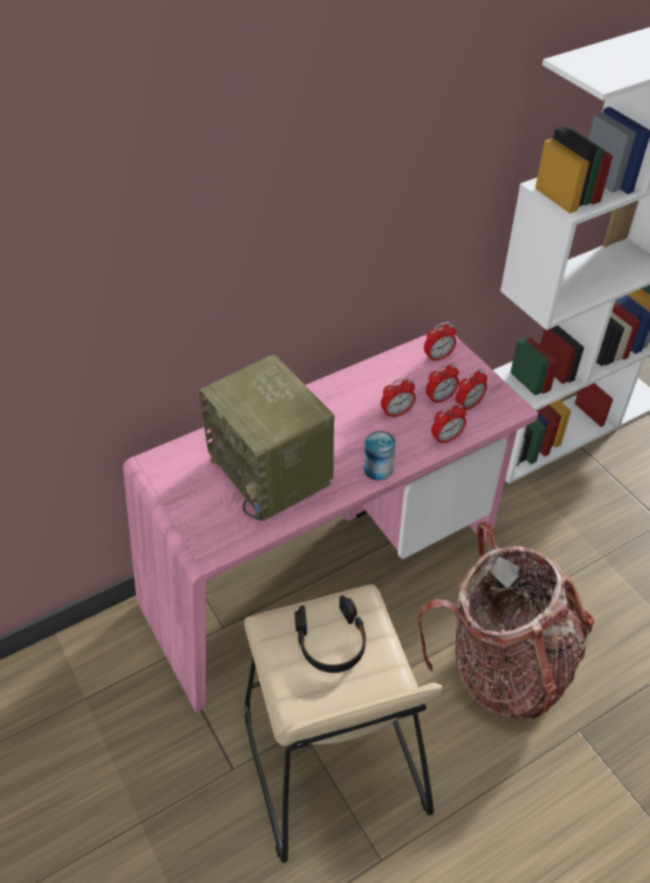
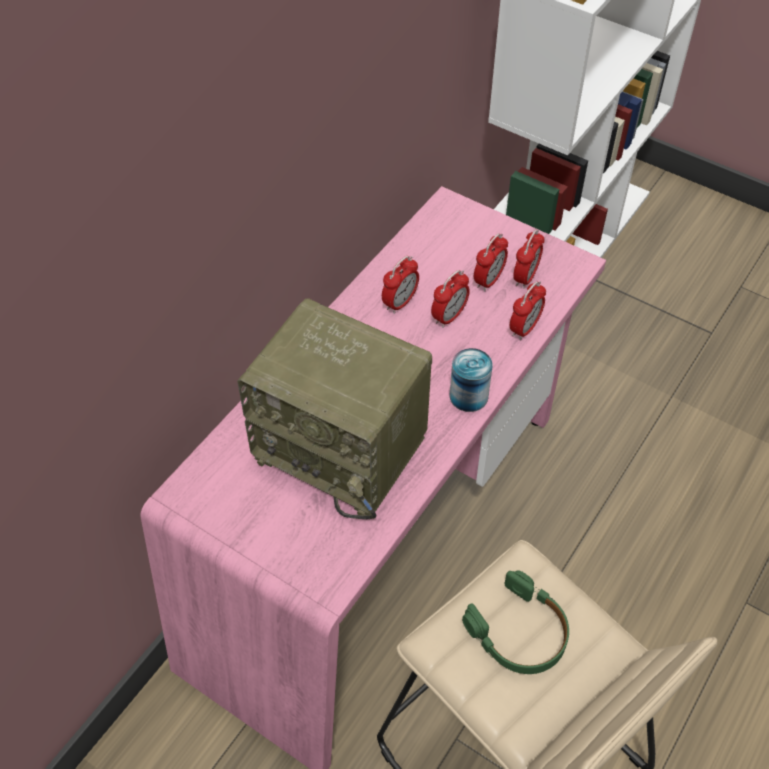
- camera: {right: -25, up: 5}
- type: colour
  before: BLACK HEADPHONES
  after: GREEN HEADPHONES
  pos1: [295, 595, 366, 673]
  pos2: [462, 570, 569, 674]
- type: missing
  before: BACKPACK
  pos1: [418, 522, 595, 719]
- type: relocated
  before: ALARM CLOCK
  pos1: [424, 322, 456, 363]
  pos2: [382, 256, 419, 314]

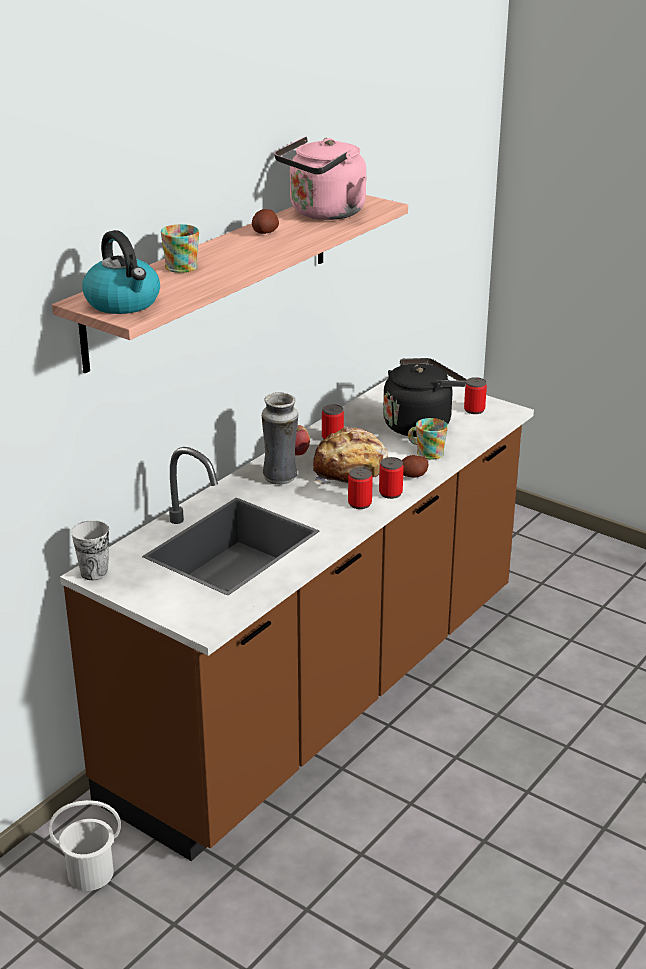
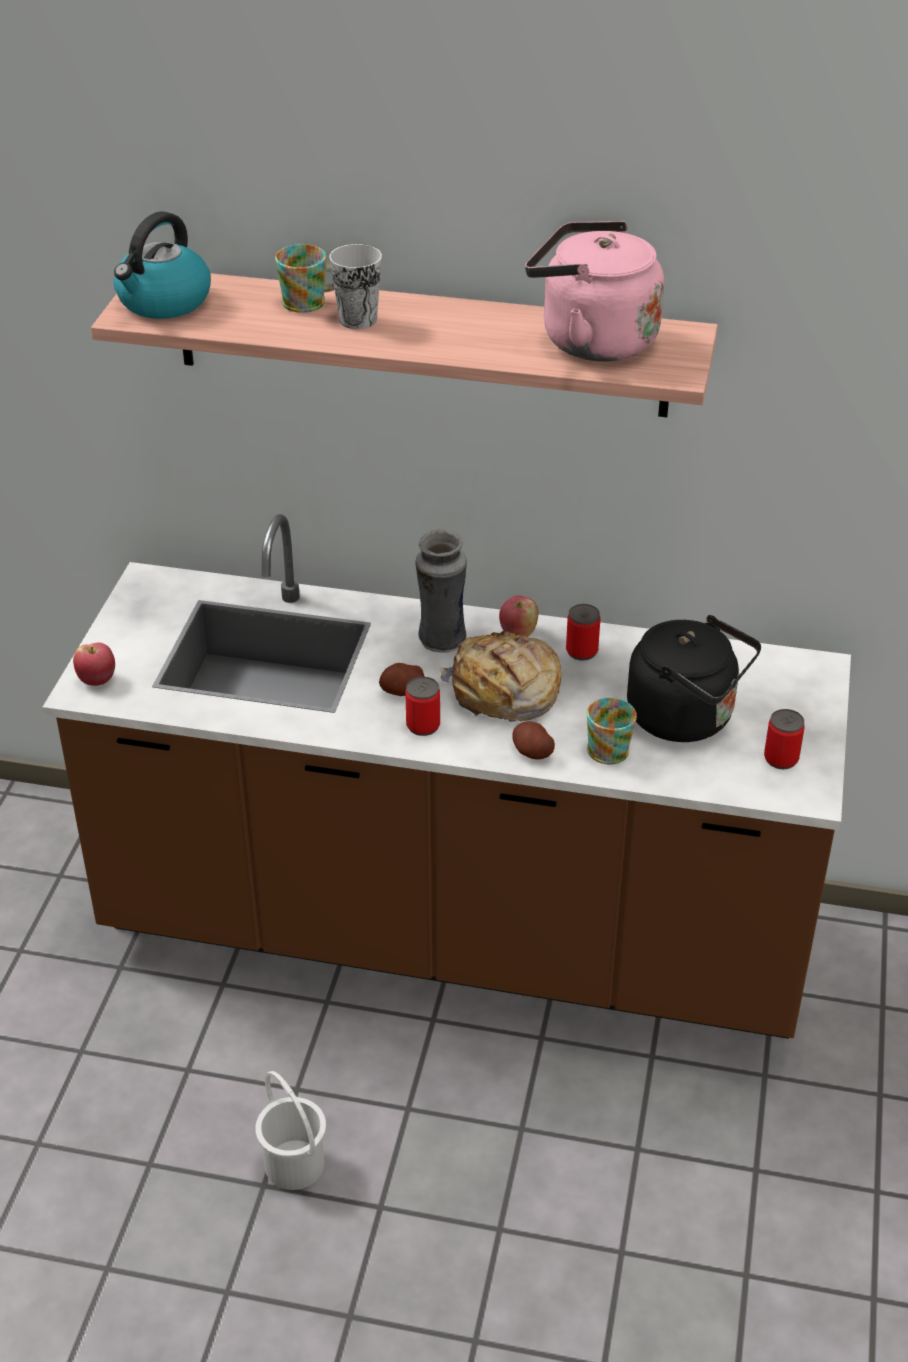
- camera: {right: 65, up: 10}
- type: relocated
  before: WHITE BUCKET
  pos1: [49, 800, 121, 891]
  pos2: [255, 1071, 326, 1190]
- type: relocated
  before: CUP
  pos1: [71, 520, 109, 580]
  pos2: [329, 244, 382, 329]
- type: relocated
  before: POTATO
  pos1: [252, 209, 279, 234]
  pos2: [379, 663, 425, 696]
- type: missing
  before: CAN
  pos1: [379, 457, 404, 499]
- type: appeared
  after: APPLE
  pos2: [73, 643, 115, 686]

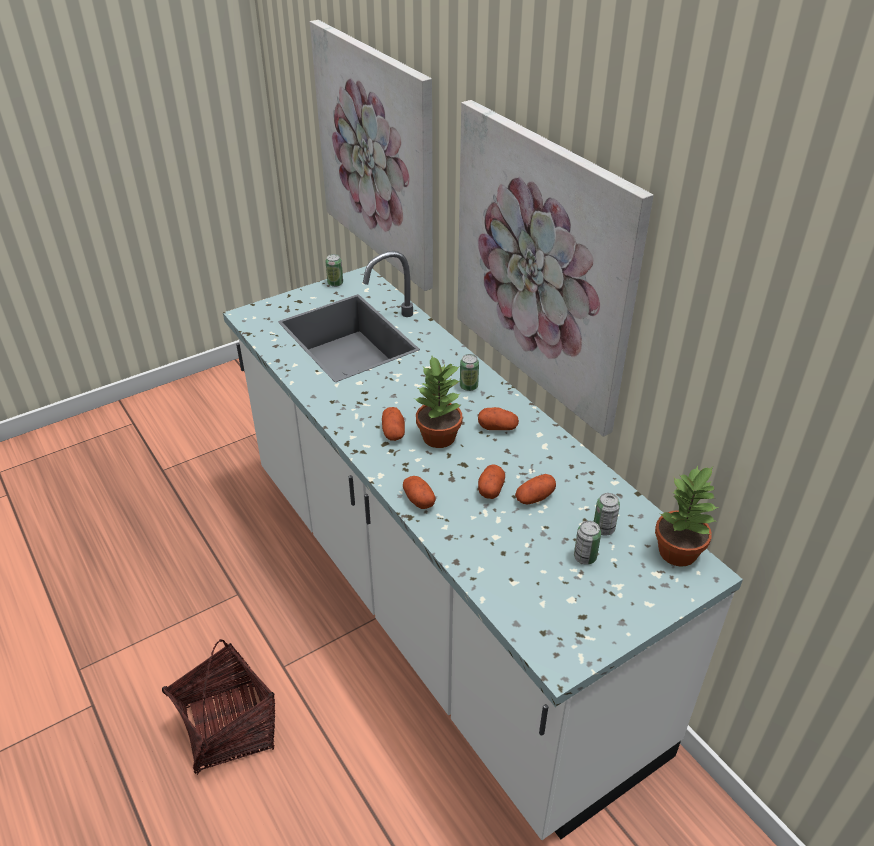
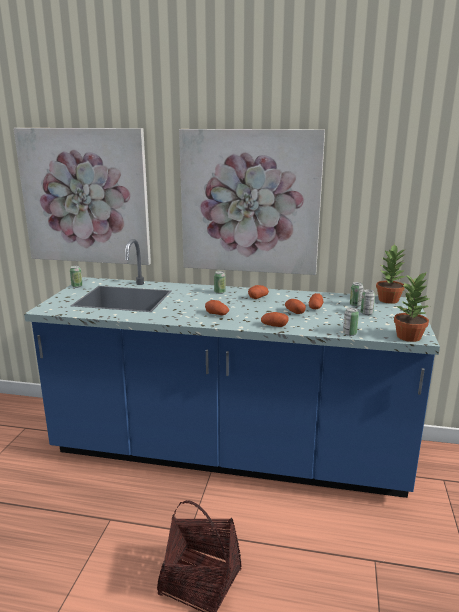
- camera: {right: -45, up: -20}
- type: colour
  before: WHITE COUNTER
  after: BLUE COUNTER
  pos1: [223, 251, 743, 840]
  pos2: [24, 239, 440, 498]
- type: relocated
  before: POTTED PLANT
  pos1: [413, 356, 463, 448]
  pos2: [394, 273, 429, 342]
- type: appeared
  after: CAN
  pos2: [343, 307, 359, 336]

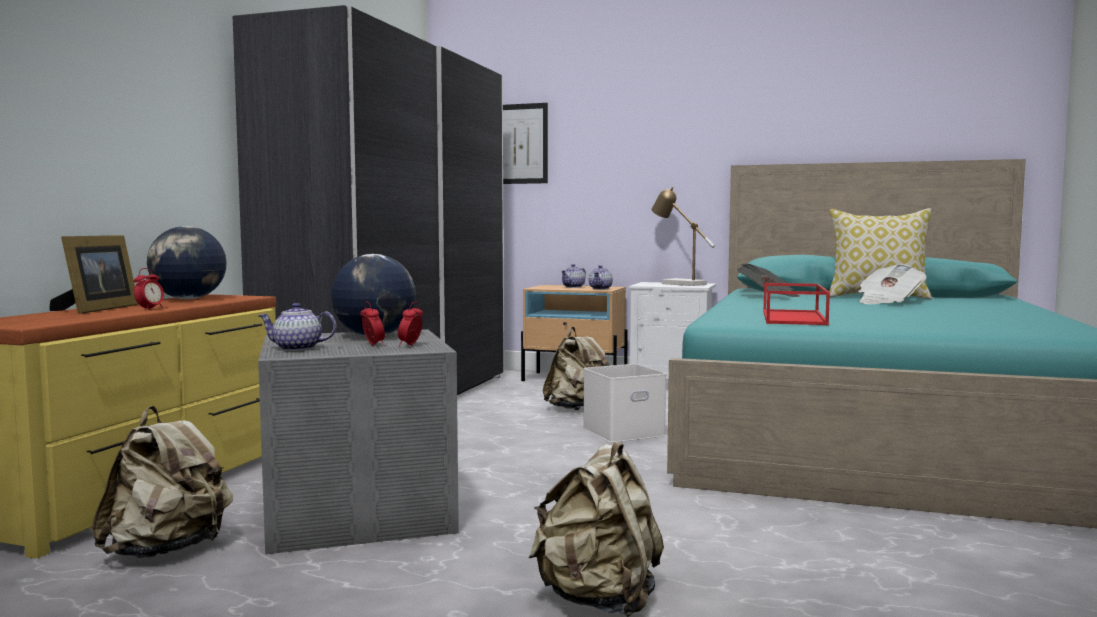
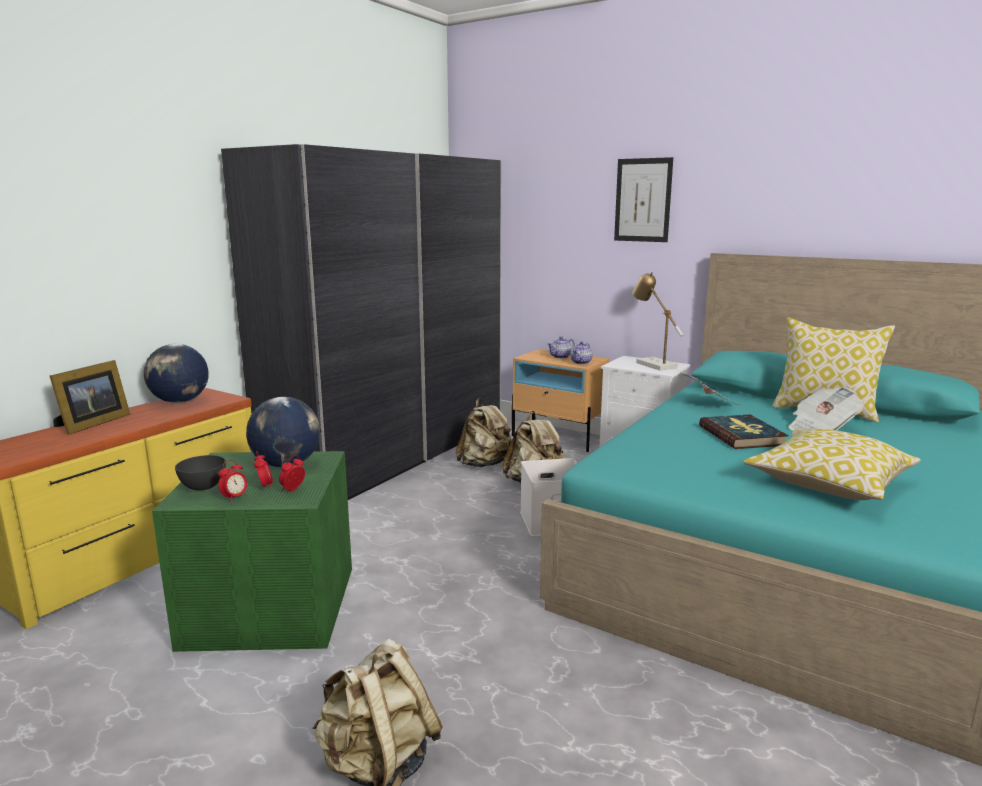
- camera: {right: 15, up: 10}
- type: relocated
  before: BEIGE BACKPACK
  pos1: [91, 406, 233, 558]
  pos2: [456, 398, 512, 468]
- type: relocated
  before: ALARM CLOCK
  pos1: [134, 268, 164, 310]
  pos2: [218, 460, 247, 502]
- type: exchanged
  before: TEAPOT
  after: GREY BOWL
  pos1: [258, 303, 336, 351]
  pos2: [175, 455, 226, 491]
- type: colour
  before: GREY STORAGE BOX
  after: GREEN STORAGE BOX
  pos1: [258, 329, 459, 554]
  pos2: [152, 451, 352, 652]
- type: relocated
  before: PICTURE
  pos1: [503, 103, 548, 184]
  pos2: [614, 157, 673, 242]
- type: missing
  before: RED TRAY
  pos1: [763, 283, 830, 325]
- type: appeared
  after: BOOK
  pos2: [699, 414, 789, 449]
- type: appeared
  after: PILLOW
  pos2: [743, 429, 921, 500]

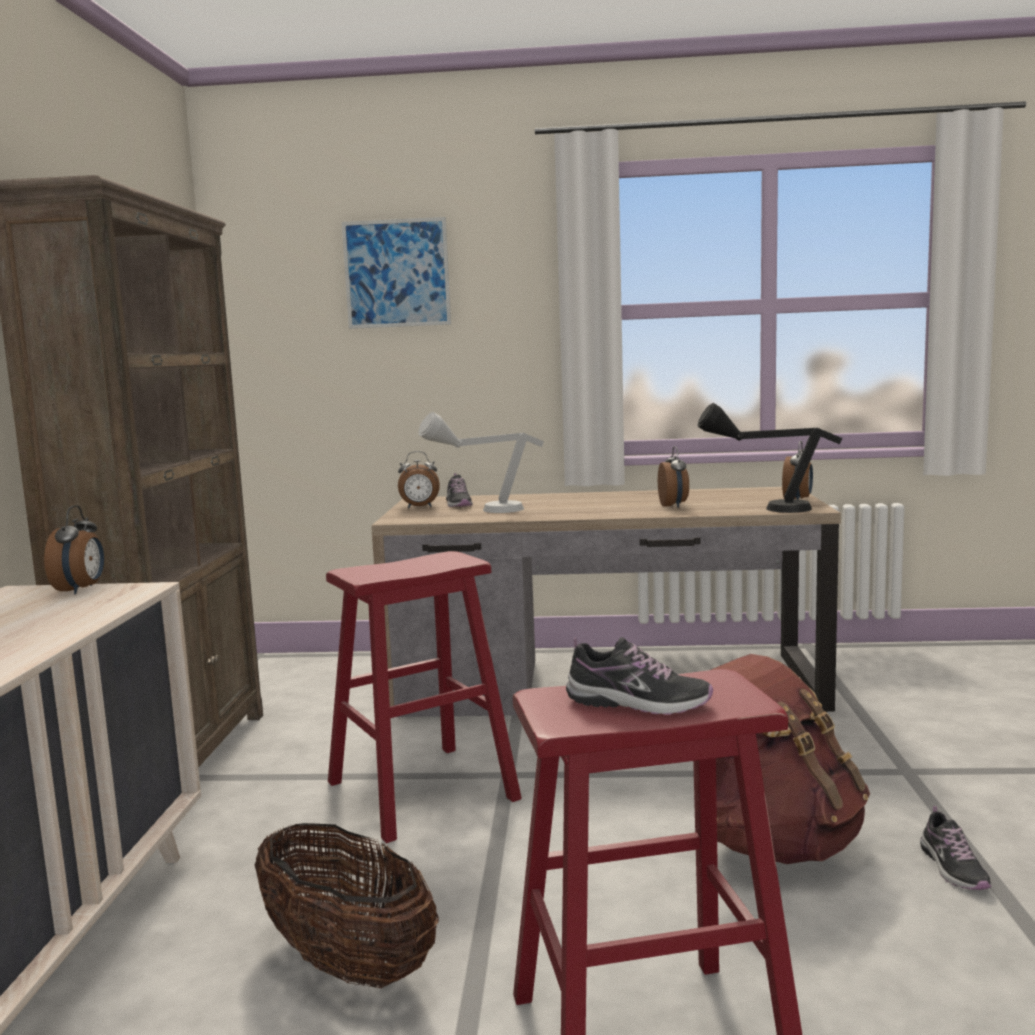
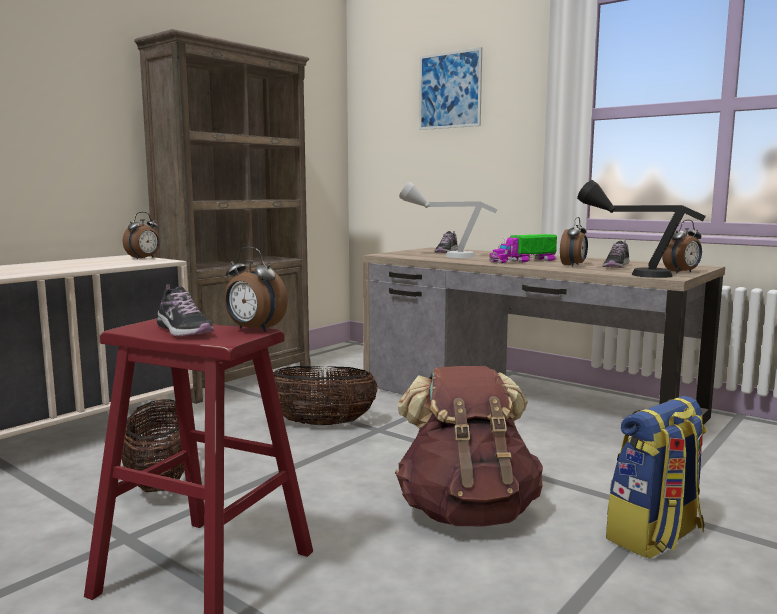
- camera: {right: 35, up: 0}
- type: exchanged
  before: RED STOOL
  after: BASKET
  pos1: [326, 551, 522, 843]
  pos2: [273, 366, 378, 425]
- type: relocated
  before: ALARM CLOCK
  pos1: [398, 451, 440, 508]
  pos2: [225, 247, 288, 332]
- type: relocated
  before: SHOE
  pos1: [920, 806, 992, 890]
  pos2: [603, 240, 629, 268]
- type: appeared
  after: TOY TRUCK
  pos2: [489, 234, 557, 264]
- type: appeared
  after: BACKPACK
  pos2: [606, 396, 707, 559]

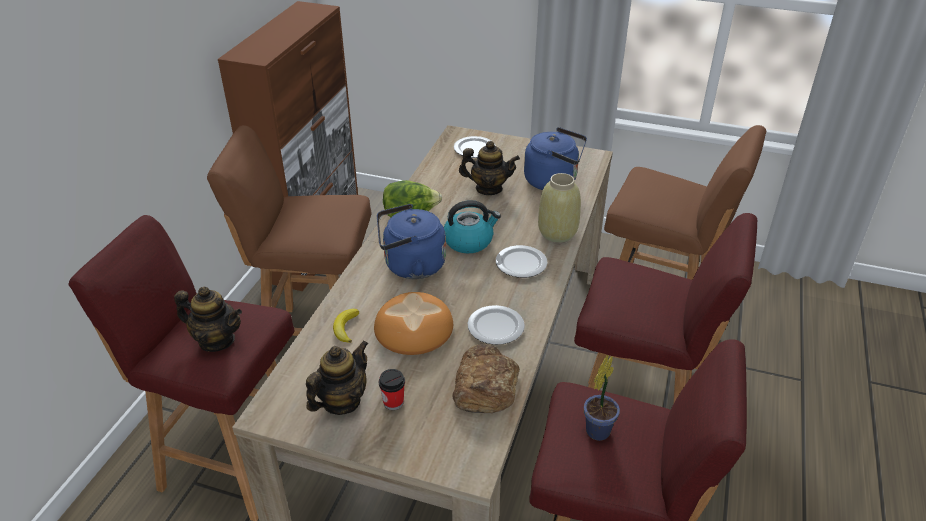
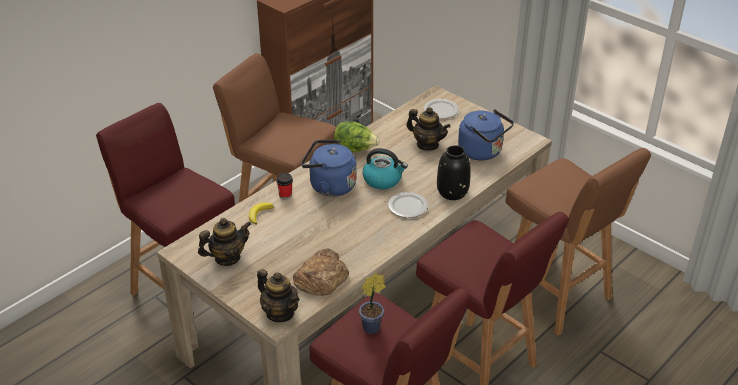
- camera: {right: 25, up: 0}
- type: relocated
  before: TEAPOT
  pos1: [174, 287, 242, 352]
  pos2: [257, 269, 300, 322]
- type: missing
  before: BREAD
  pos1: [374, 292, 453, 355]
- type: relocated
  before: CUP
  pos1: [379, 369, 405, 410]
  pos2: [276, 173, 293, 200]
- type: missing
  before: PLATE
  pos1: [468, 305, 525, 345]
- type: colour
  before: BEIGE VASE
  after: BLACK VASE
  pos1: [538, 173, 581, 243]
  pos2: [437, 145, 471, 200]

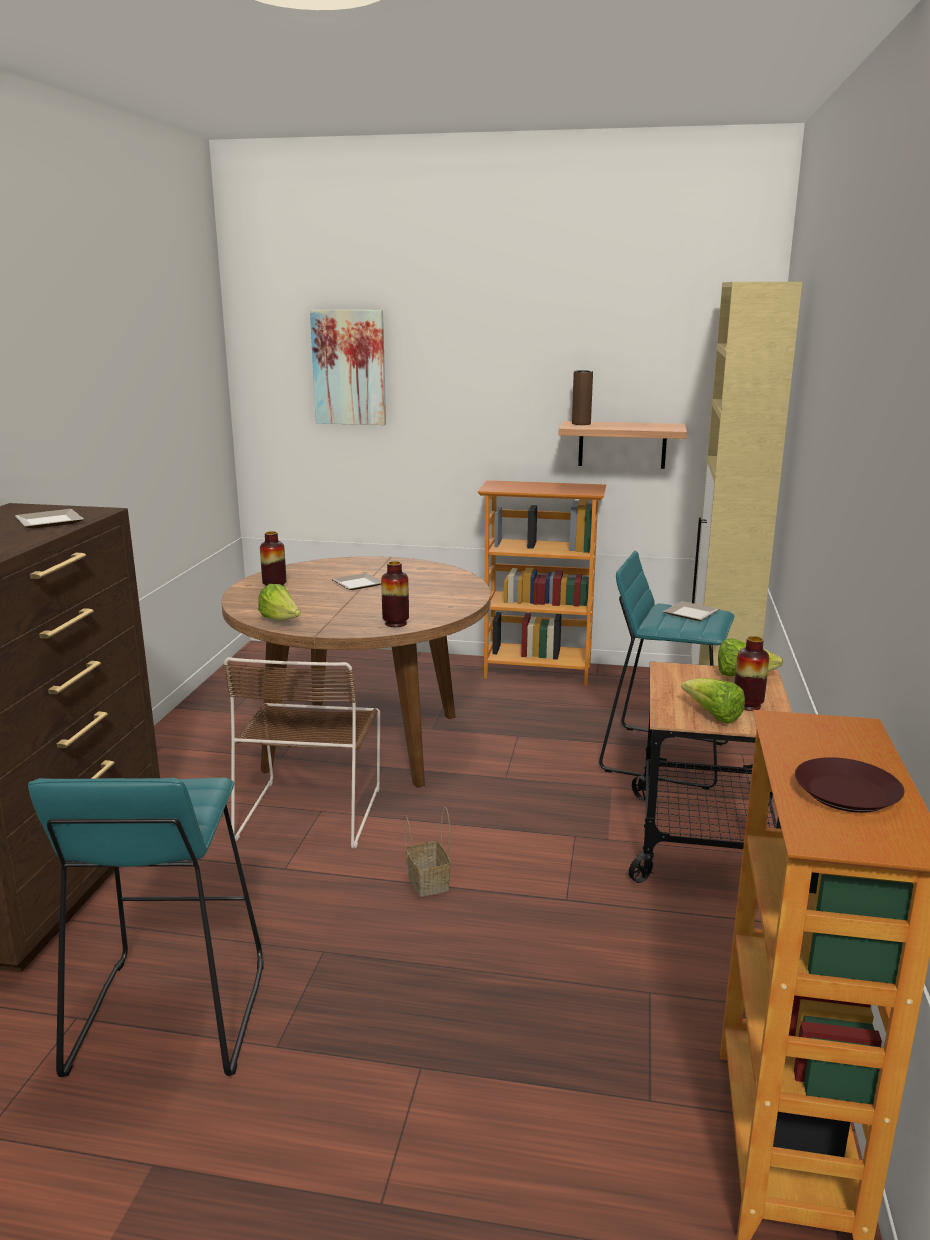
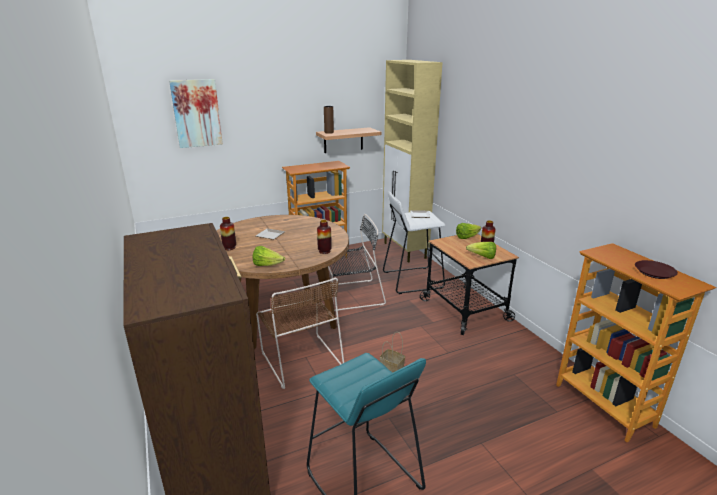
- camera: {right: -35, up: 5}
- type: missing
  before: PLATE
  pos1: [15, 509, 84, 529]
- type: colour
  before: TURQUOISE STOOL
  after: WHITE STOOL
  pos1: [599, 551, 734, 789]
  pos2: [383, 192, 446, 294]
- type: appeared
  after: BLACK CHAIR
  pos2: [328, 214, 386, 311]

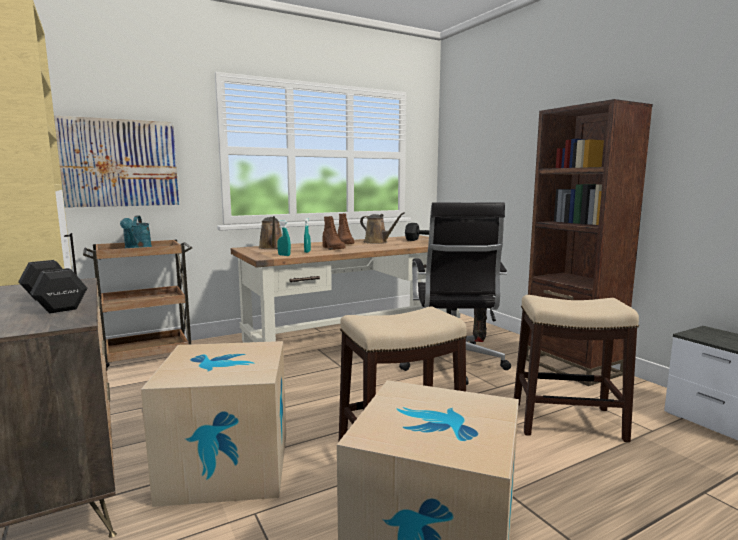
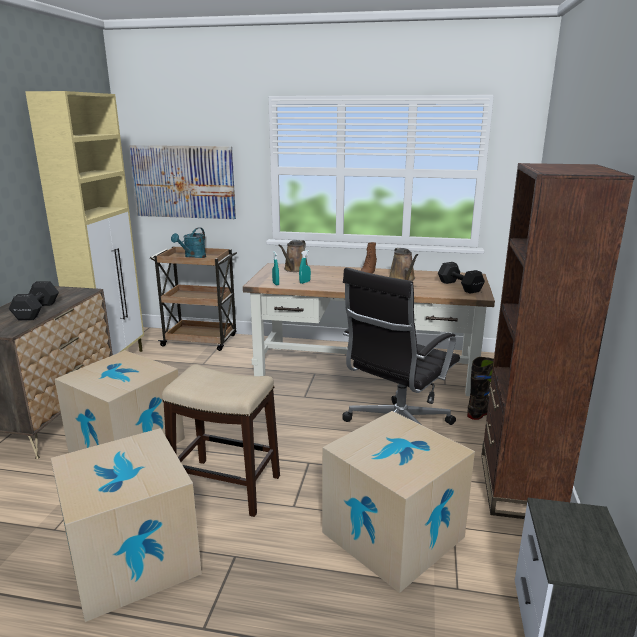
- camera: {right: 40, up: 10}
- type: missing
  before: BROWN BOOT
  pos1: [322, 216, 345, 250]
- type: exchanged
  before: STOOL
  after: CARDBOARD BOX
  pos1: [514, 295, 639, 442]
  pos2: [322, 411, 475, 593]

